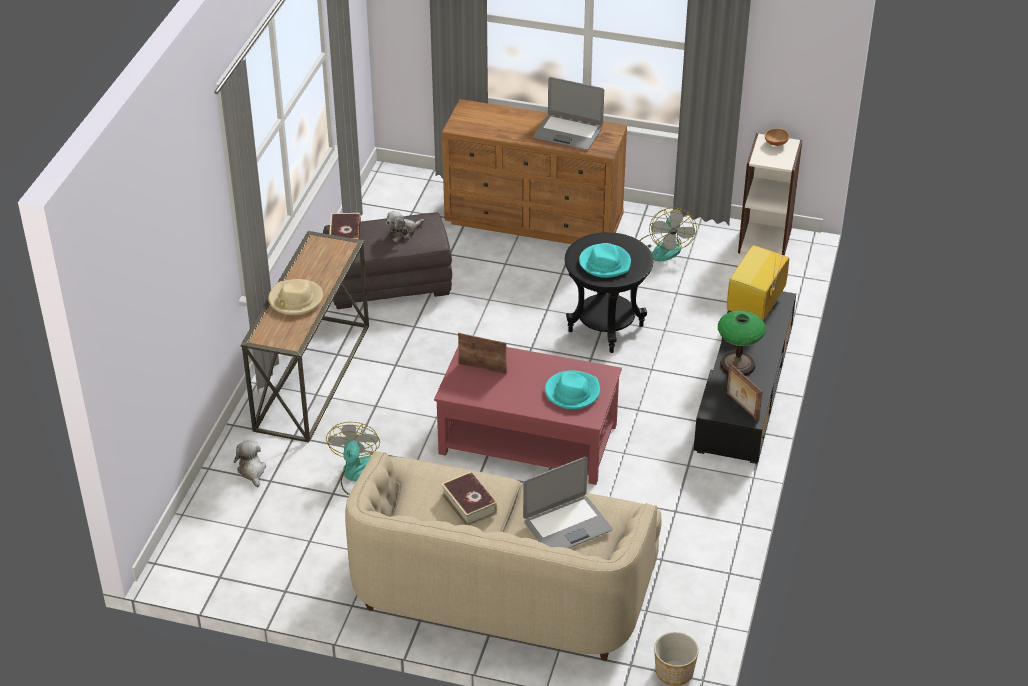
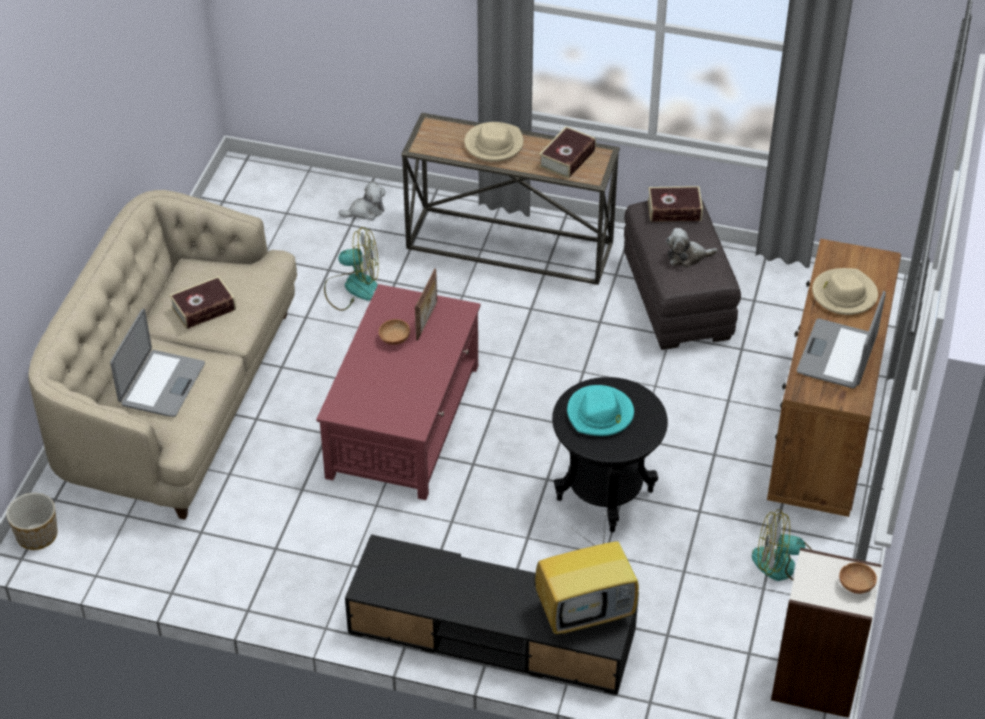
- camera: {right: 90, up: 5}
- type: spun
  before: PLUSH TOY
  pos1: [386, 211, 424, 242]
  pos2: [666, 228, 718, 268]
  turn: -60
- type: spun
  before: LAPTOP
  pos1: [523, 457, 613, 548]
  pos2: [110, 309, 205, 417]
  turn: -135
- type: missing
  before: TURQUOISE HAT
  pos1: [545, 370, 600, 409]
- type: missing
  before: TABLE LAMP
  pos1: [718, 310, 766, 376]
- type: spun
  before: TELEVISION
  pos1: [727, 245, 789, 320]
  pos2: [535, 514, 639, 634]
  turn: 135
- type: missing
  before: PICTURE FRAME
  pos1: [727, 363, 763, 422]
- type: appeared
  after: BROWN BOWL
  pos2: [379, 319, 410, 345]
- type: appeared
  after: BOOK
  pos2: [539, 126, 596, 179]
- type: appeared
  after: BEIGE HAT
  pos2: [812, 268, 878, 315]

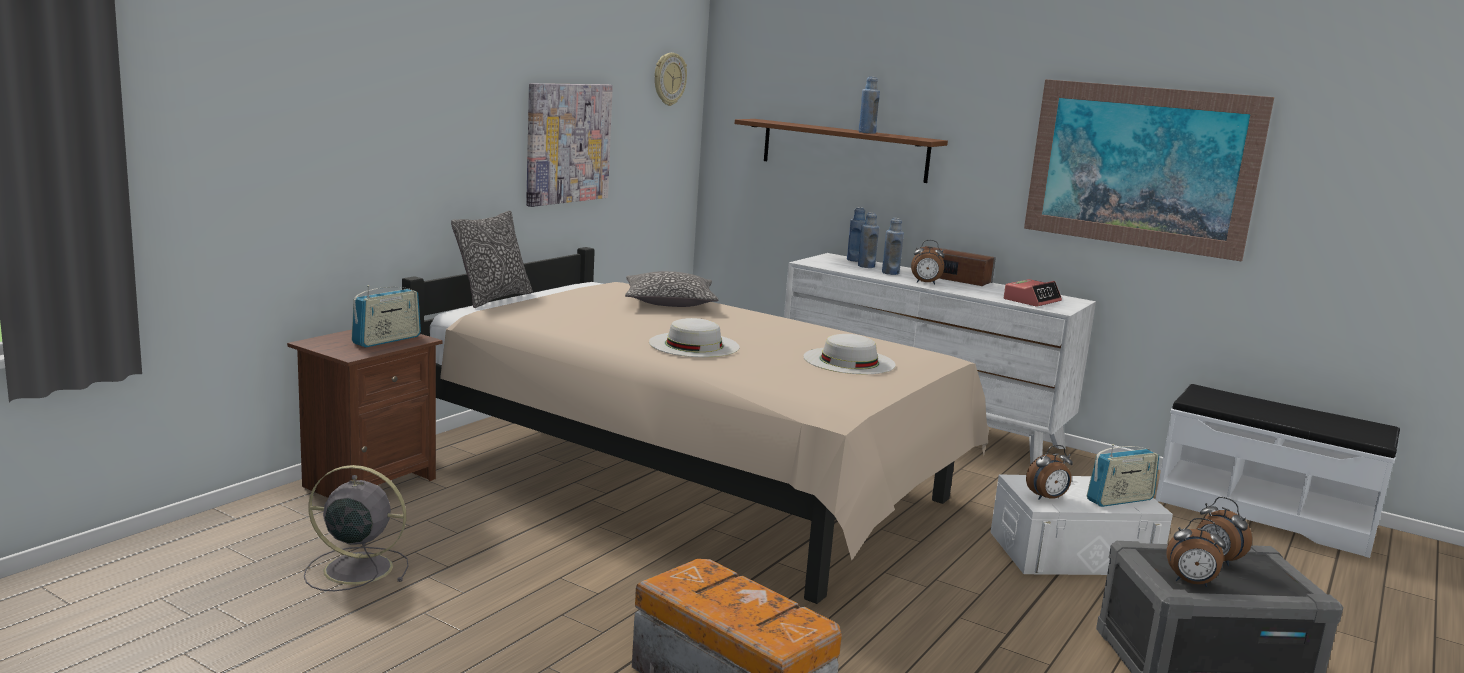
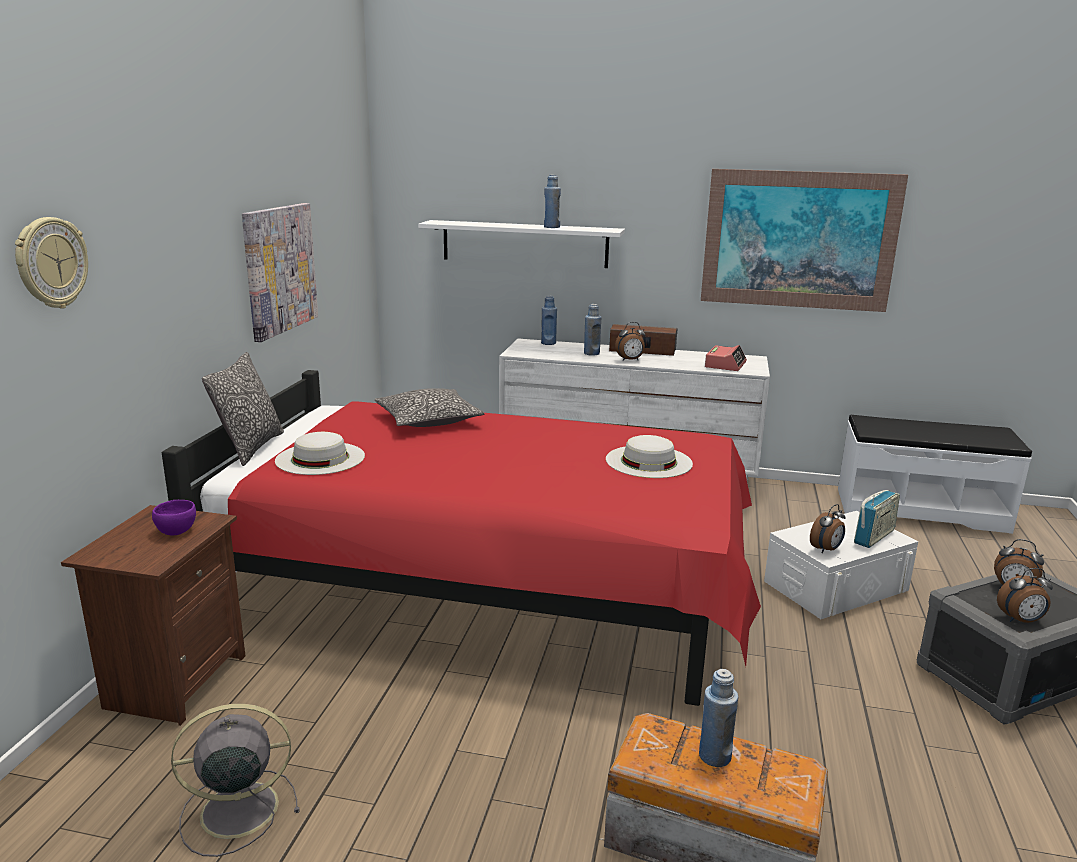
- camera: {right: -20, up: 5}
- type: exchanged
  before: RADIO
  after: PURPLE BOWL
  pos1: [352, 285, 421, 347]
  pos2: [152, 500, 196, 535]
- type: colour
  before: BEIGE BED
  after: RED BED
  pos1: [402, 247, 989, 604]
  pos2: [162, 370, 761, 706]
- type: relocated
  before: WHITE HAT
  pos1: [649, 318, 739, 357]
  pos2: [275, 432, 365, 475]
- type: relocated
  before: WALL CLOCK
  pos1: [655, 53, 687, 106]
  pos2: [15, 217, 88, 309]
- type: colour
  before: BROWN SHELF
  after: WHITE SHELF
  pos1: [735, 119, 948, 183]
  pos2: [418, 220, 625, 268]
- type: relocated
  before: BLUE BOTTLE
  pos1: [858, 212, 879, 268]
  pos2: [699, 669, 738, 767]

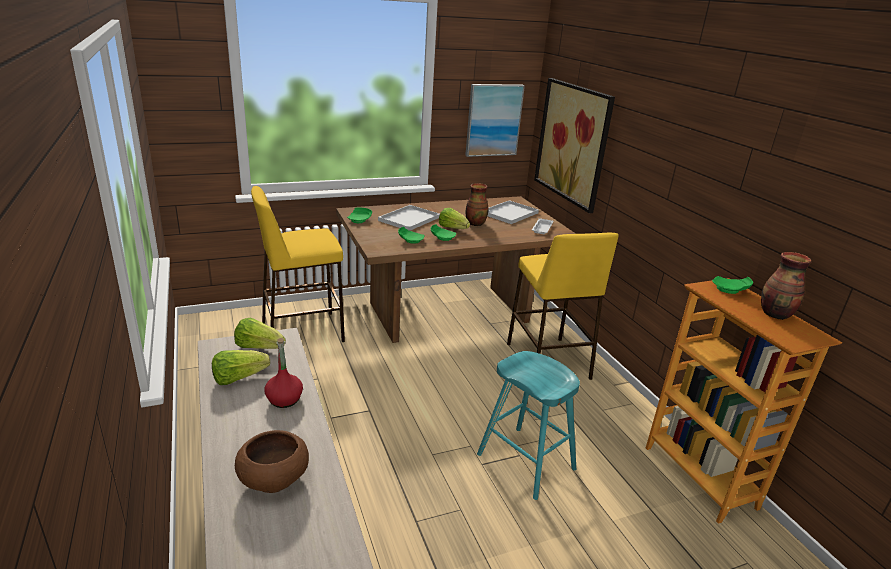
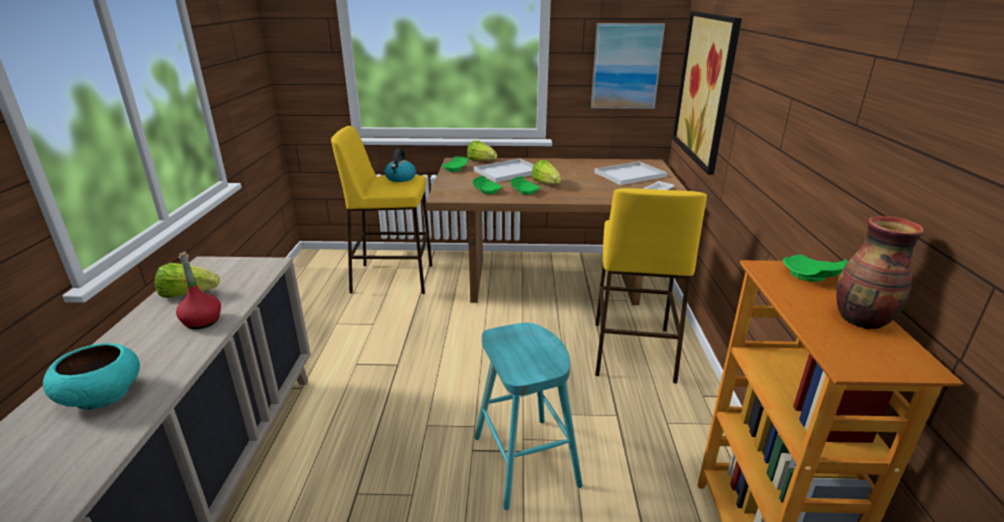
- camera: {right: 25, up: 0}
- type: relocated
  before: LETTUCE
  pos1: [234, 318, 286, 349]
  pos2: [467, 141, 497, 161]
- type: colour
  before: BROWN BOWL
  after: TURQUOISE BOWL
  pos1: [235, 430, 309, 493]
  pos2: [43, 343, 140, 410]
- type: missing
  before: VASE
  pos1: [465, 183, 489, 226]
- type: appeared
  after: KETTLE
  pos2: [384, 149, 416, 182]

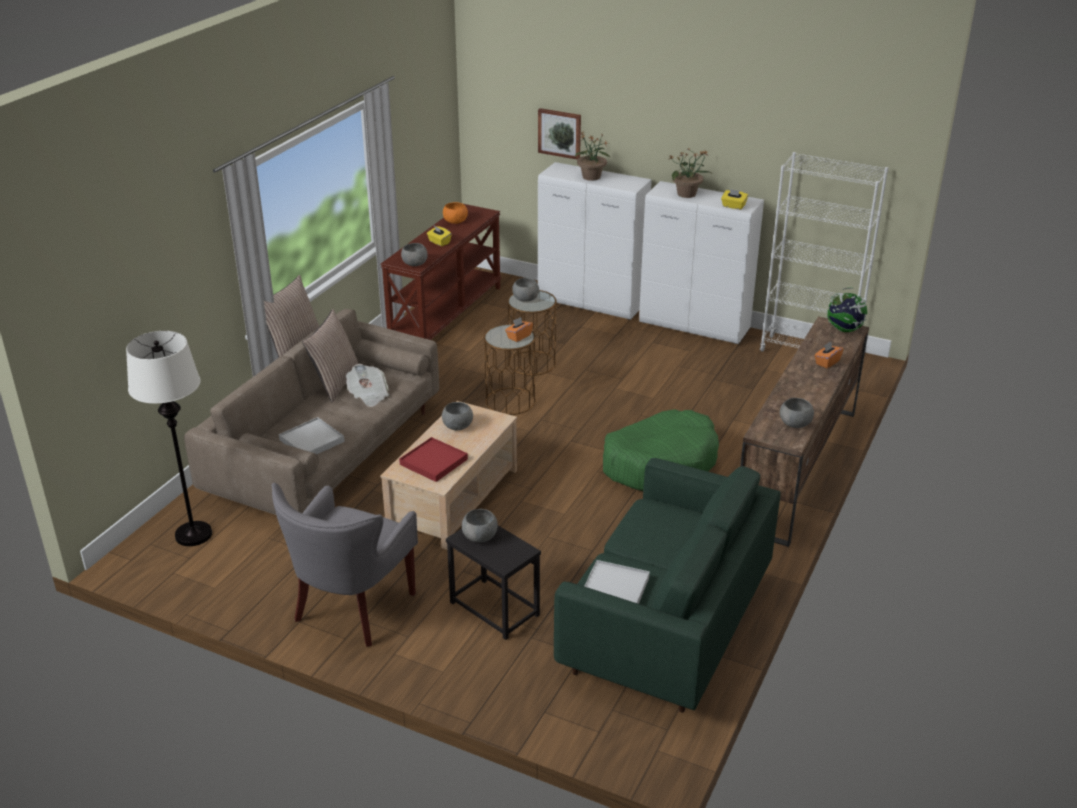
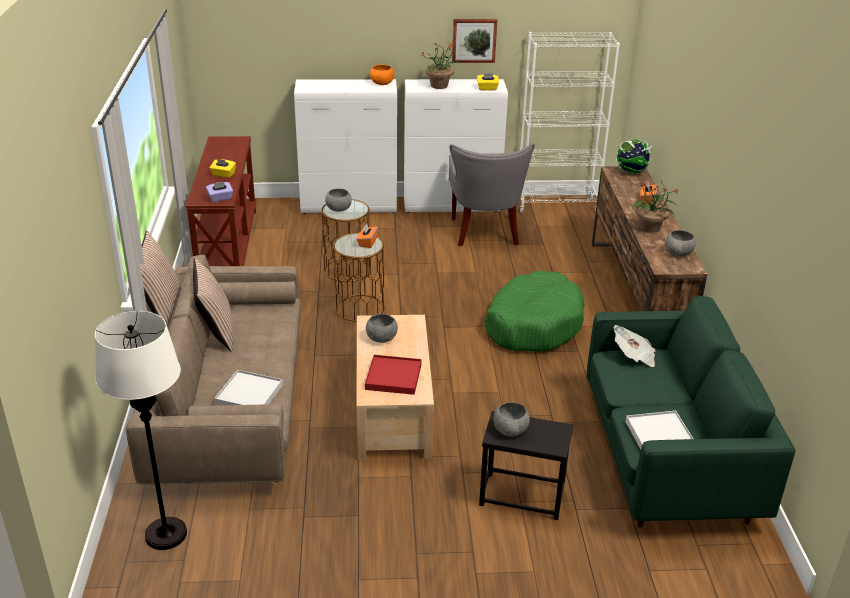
- camera: {right: -30, up: 0}
- type: relocated
  before: GREY ARMCHAIR
  pos1: [272, 483, 418, 647]
  pos2: [449, 143, 535, 247]
- type: relocated
  before: NEWSPAPER
  pos1: [346, 364, 389, 407]
  pos2: [614, 325, 655, 367]
- type: exchanged
  before: GREY BOWL
  after: PURPLE TISSUE BOX
  pos1: [401, 243, 428, 266]
  pos2: [206, 182, 233, 202]
- type: relocated
  before: ORANGE BOWL
  pos1: [443, 202, 468, 224]
  pos2: [370, 65, 394, 85]
- type: relocated
  before: PICTURE
  pos1: [538, 108, 581, 159]
  pos2: [452, 19, 497, 63]
- type: relocated
  before: POTTED PLANT
  pos1: [575, 131, 611, 181]
  pos2: [632, 181, 679, 233]

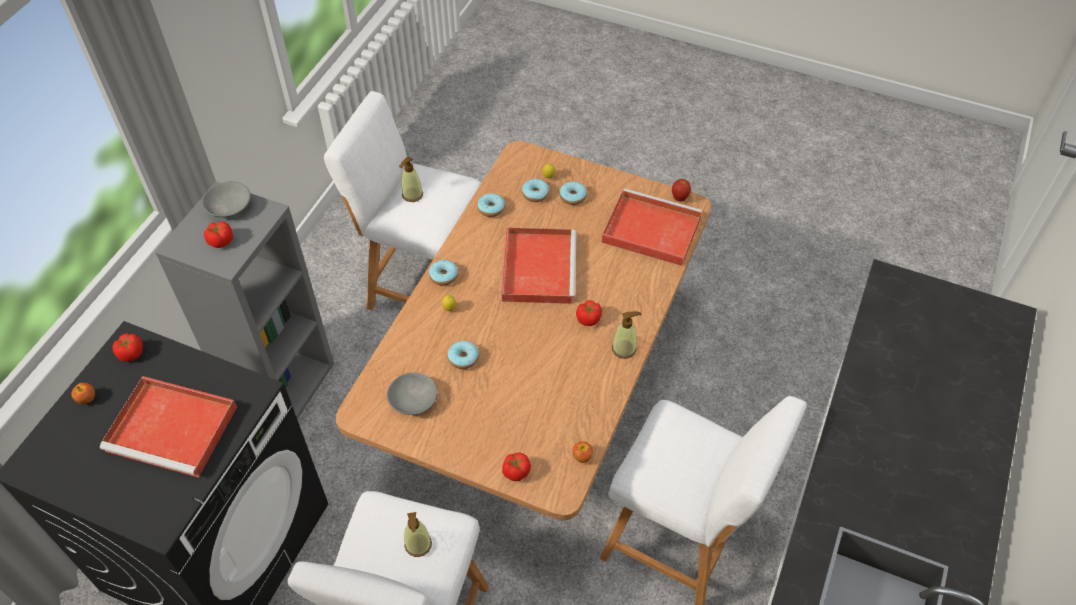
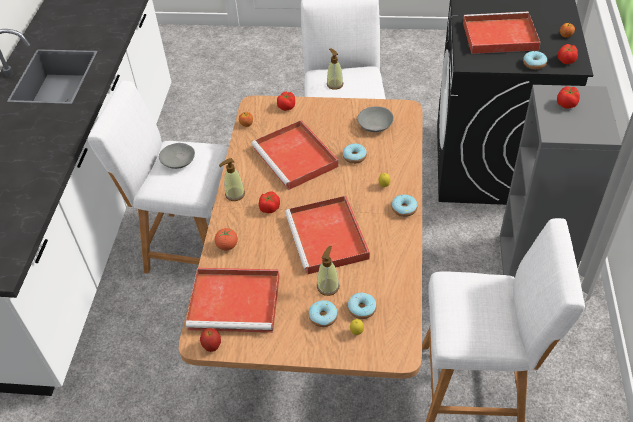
- camera: {right: 165, up: -5}
- type: relocated
  before: GREY BOWL
  pos1: [202, 181, 251, 217]
  pos2: [159, 143, 195, 169]
- type: relocated
  before: SOAP DISPENSER
  pos1: [399, 157, 423, 202]
  pos2: [317, 246, 340, 296]
- type: relocated
  before: DONUT
  pos1: [477, 193, 505, 217]
  pos2: [523, 51, 547, 70]
- type: appeared
  after: TOMATO
  pos2: [215, 228, 238, 250]
- type: appeared
  after: RED TRAY
  pos2: [251, 120, 339, 190]

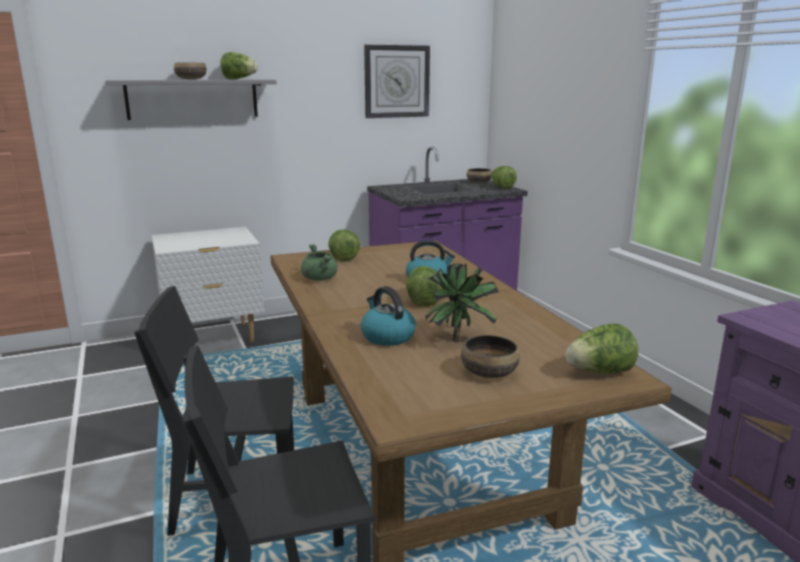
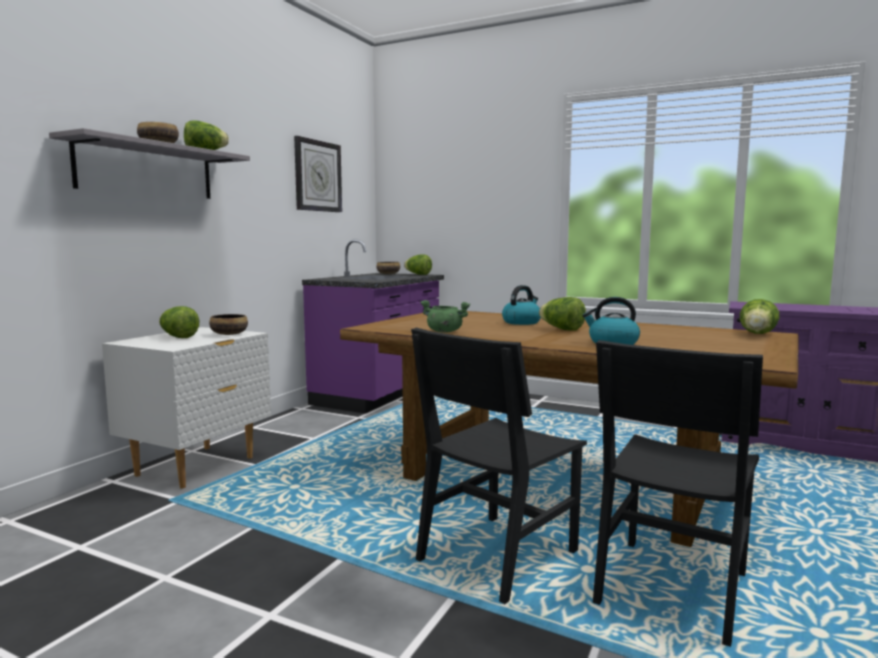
- camera: {right: -40, up: -10}
- type: relocated
  before: LETTUCE
  pos1: [328, 229, 360, 261]
  pos2: [159, 306, 199, 338]
- type: missing
  before: POTTED PLANT
  pos1: [425, 264, 499, 342]
- type: relocated
  before: BOWL
  pos1: [461, 335, 520, 378]
  pos2: [209, 314, 248, 335]

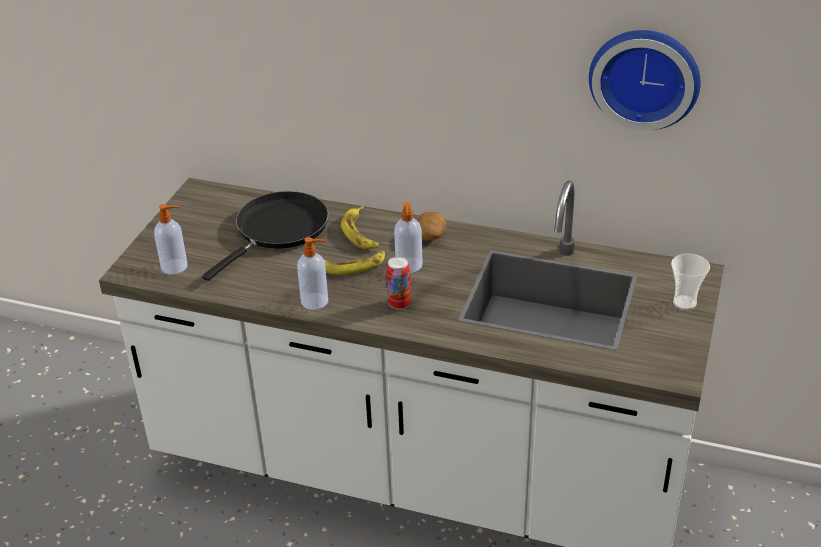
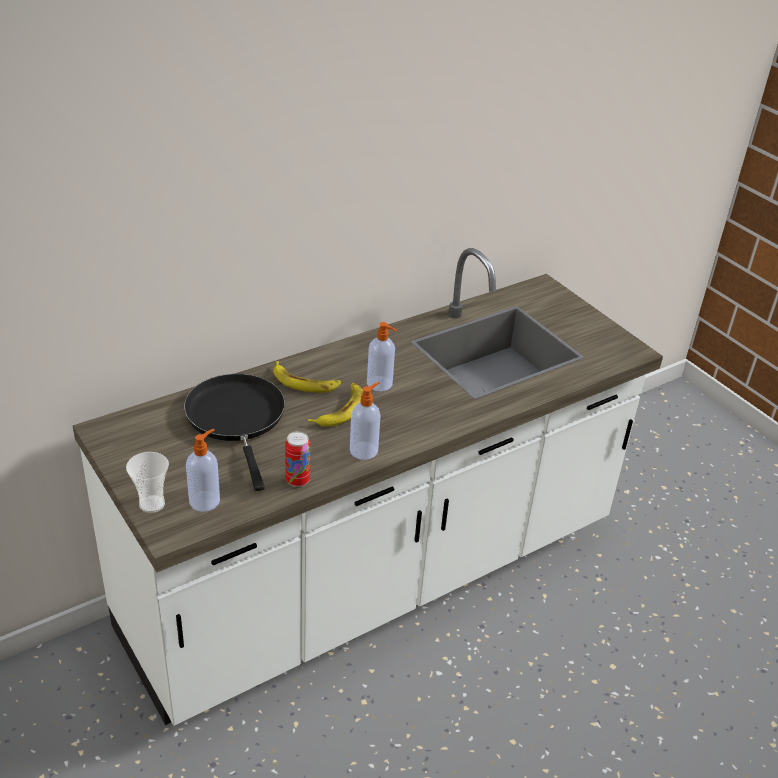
- camera: {right: -55, up: 0}
- type: relocated
  before: CAN
  pos1: [386, 256, 411, 310]
  pos2: [285, 431, 310, 487]
- type: missing
  before: POTATO
  pos1: [417, 212, 446, 240]
- type: missing
  before: WALL CLOCK
  pos1: [589, 30, 701, 131]
- type: relocated
  before: CUP
  pos1: [671, 254, 710, 310]
  pos2: [126, 452, 169, 513]

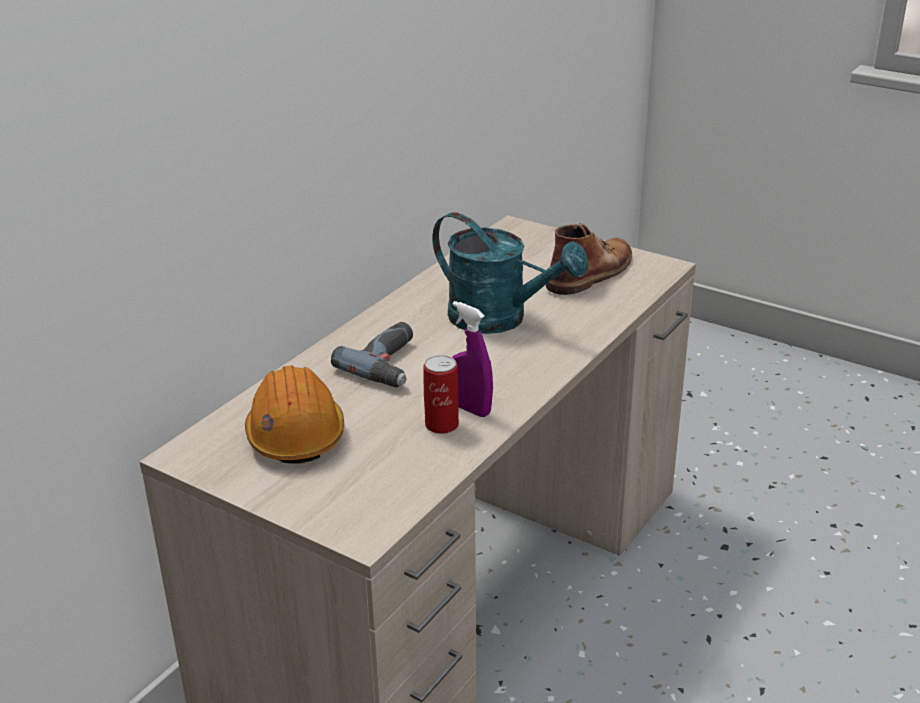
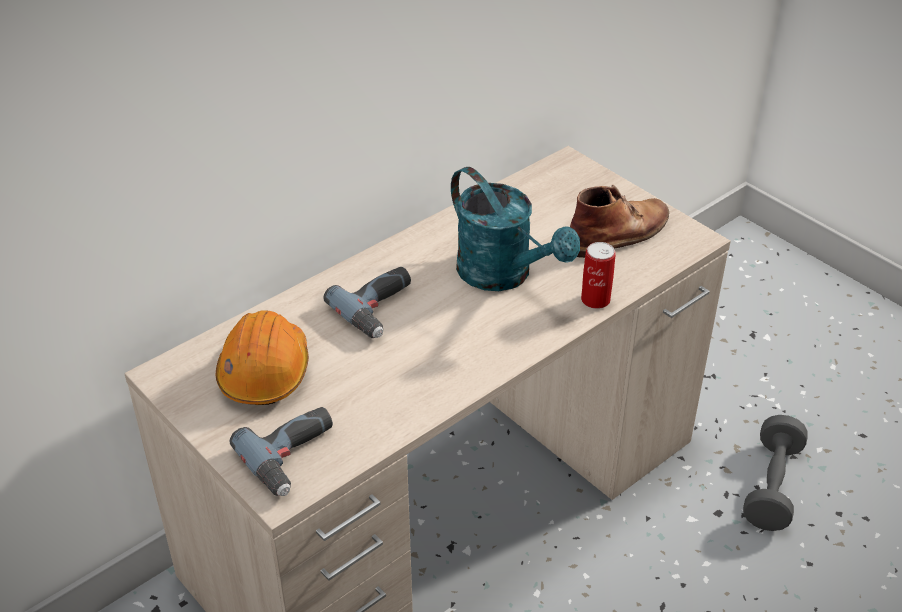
- camera: {right: 15, up: 10}
- type: relocated
  before: CAN
  pos1: [423, 355, 459, 434]
  pos2: [581, 242, 616, 309]
- type: missing
  before: PURPLE SPRAY BOTTLE
  pos1: [452, 301, 493, 417]
- type: appeared
  after: POWER DRILL
  pos2: [230, 407, 333, 496]
- type: appeared
  after: GREY DUMBBELL
  pos2: [743, 415, 808, 531]

